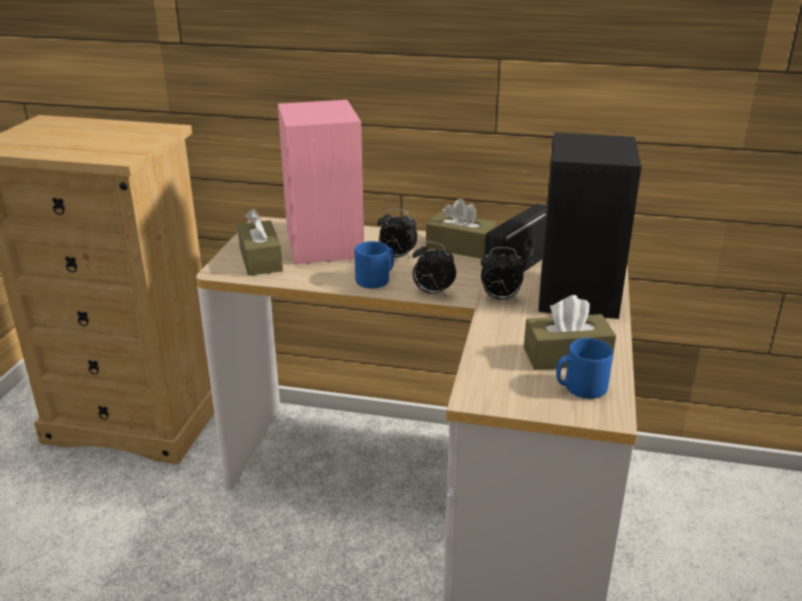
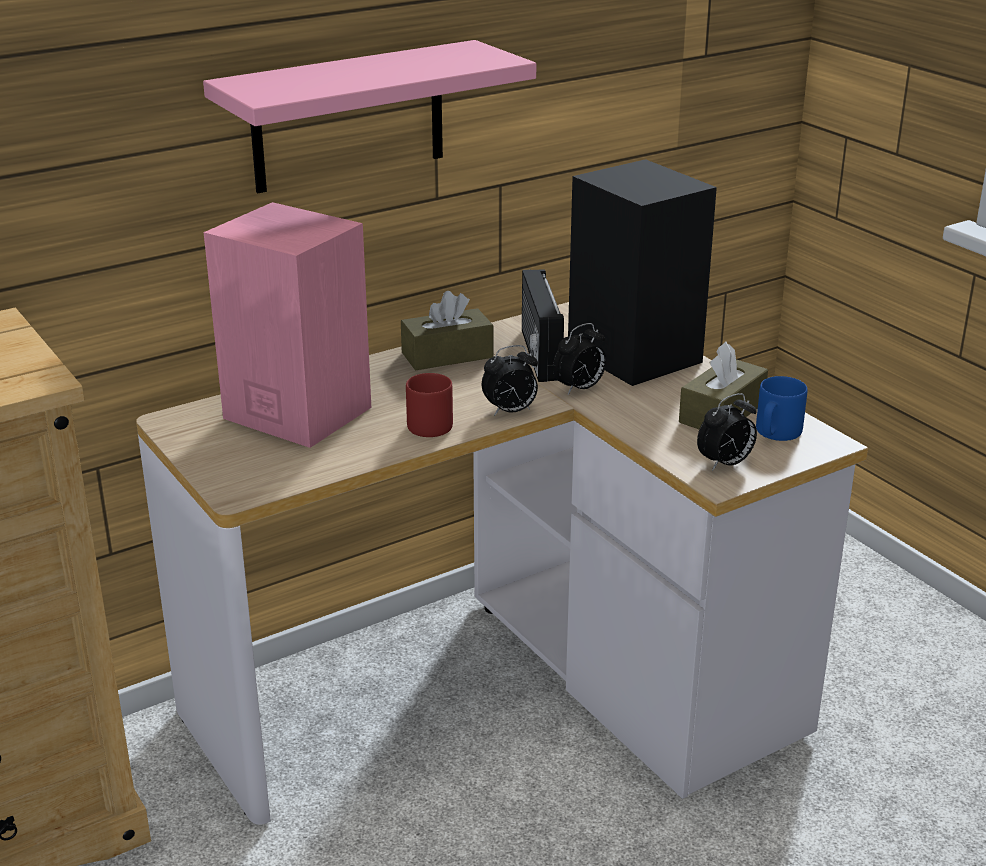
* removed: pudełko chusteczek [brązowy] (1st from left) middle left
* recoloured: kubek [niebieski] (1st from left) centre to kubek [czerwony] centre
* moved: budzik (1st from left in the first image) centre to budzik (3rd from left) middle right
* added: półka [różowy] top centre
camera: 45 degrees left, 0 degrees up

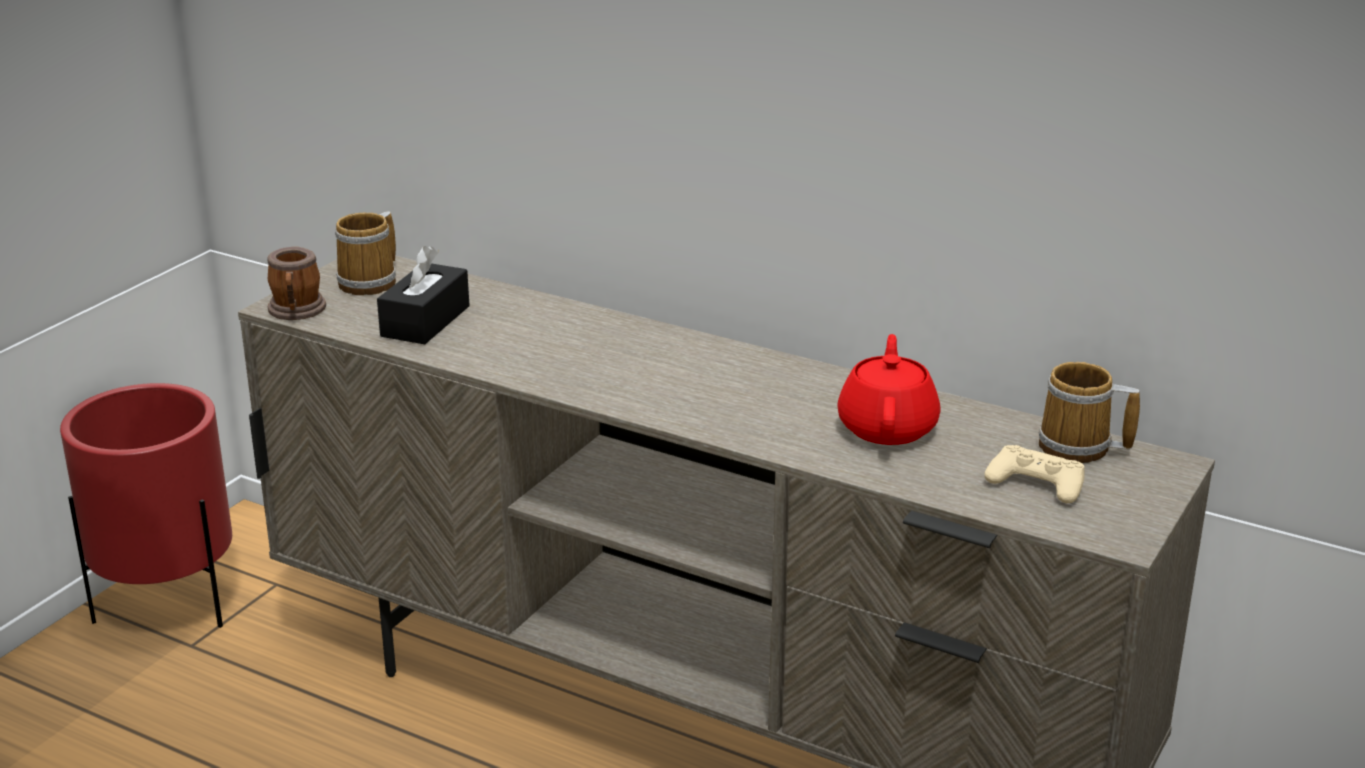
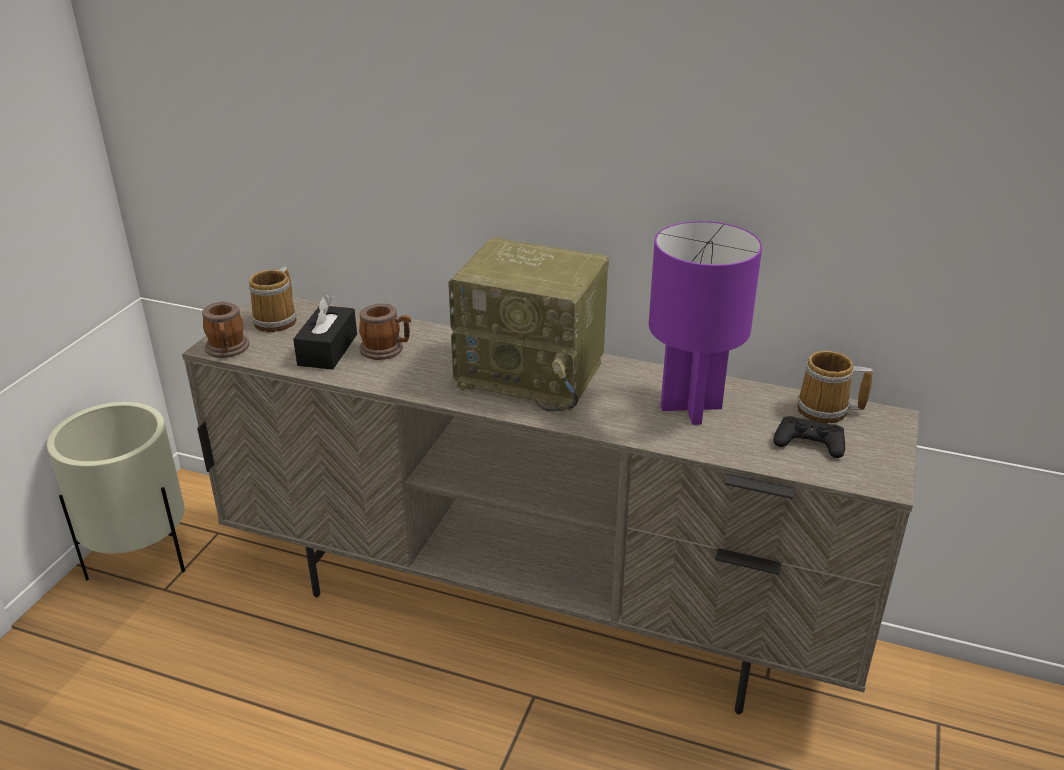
* recoloured: donica [czerwony] middle left to donica [beżowy] middle left
* replaced: imbryk [czerwony] centre to lampa stołowa [fioletowy] centre
* recoloured: pad do gier [beżowy] middle right to pad do gier [czarny] middle right
* added: kubek (3rd from left) centre
* added: radio centre
camera: 10 degrees left, 5 degrees up

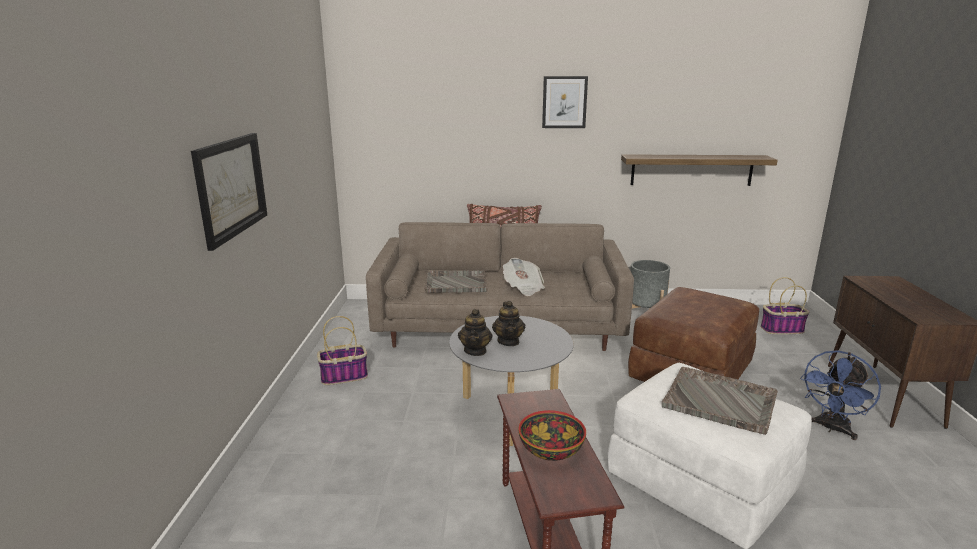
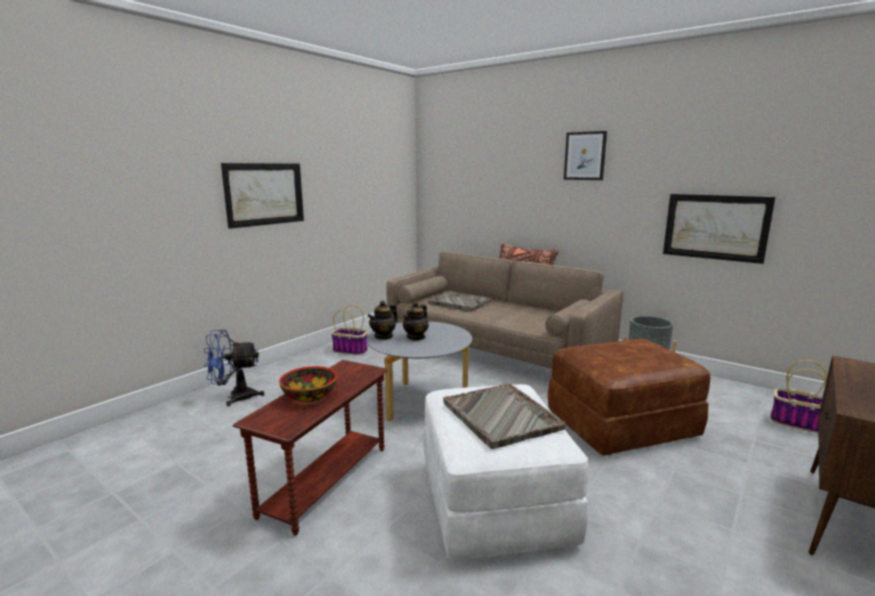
* removed: gazeta centre
* replaced: półka top right to obraz (3rd from left) middle right
* moved: wentylator [niebieski] bottom right to middle left
camera: 35 degrees right, 5 degrees down

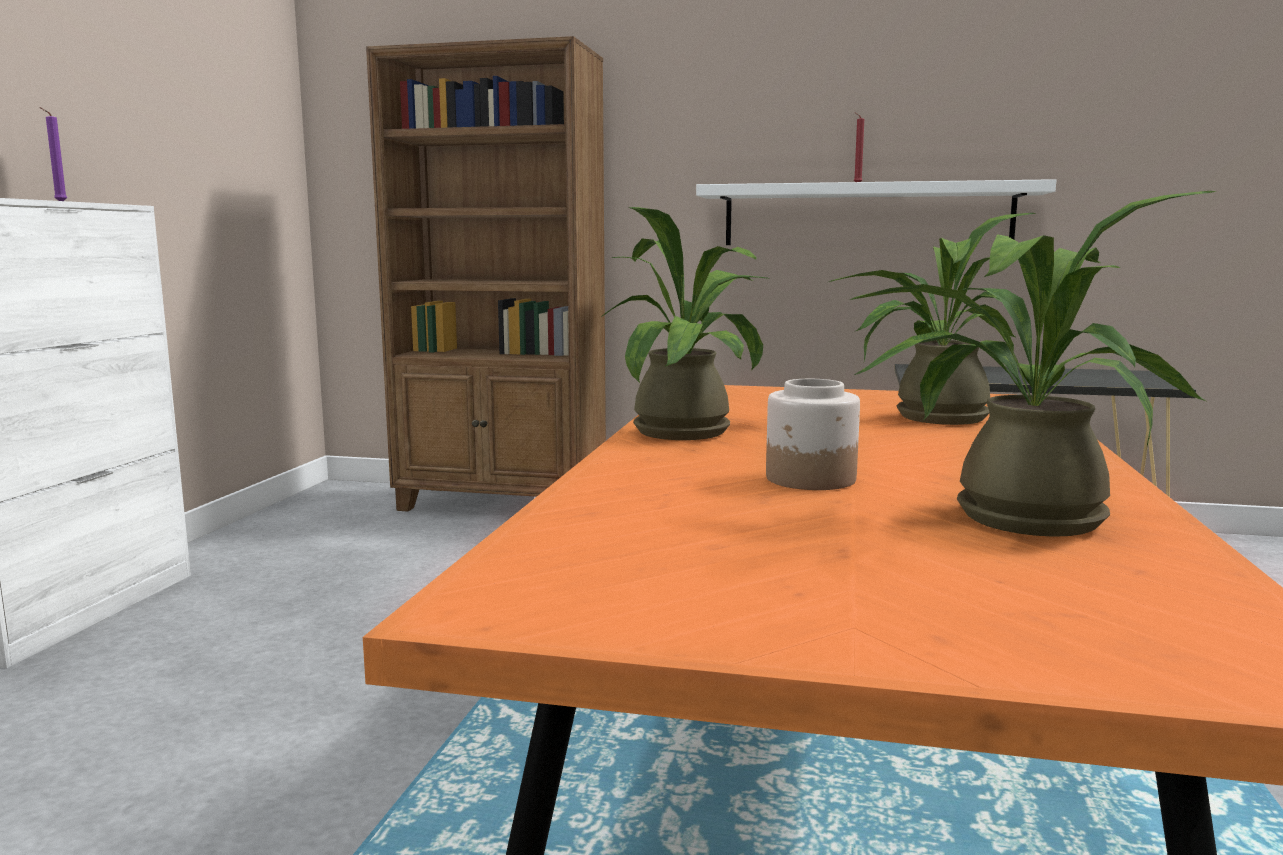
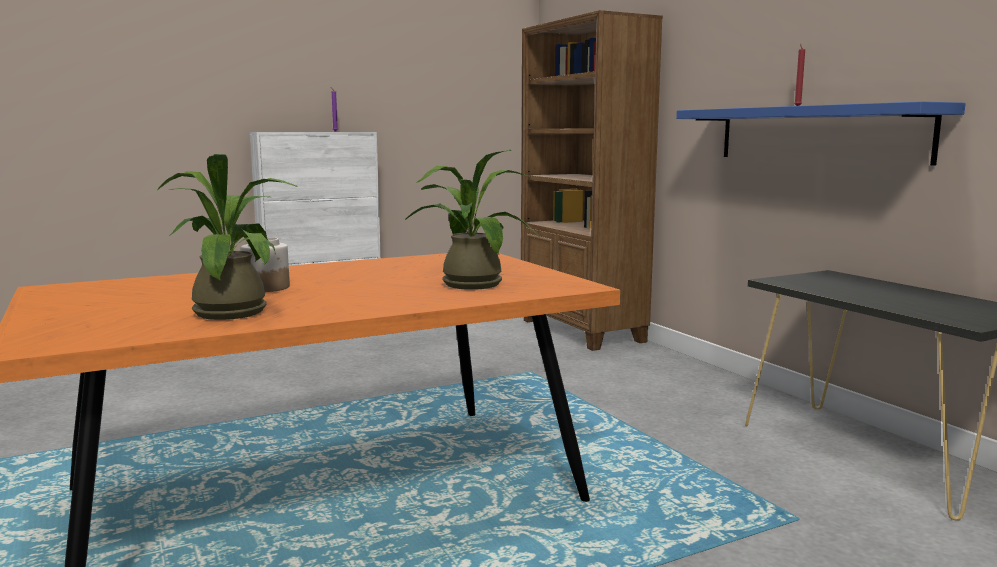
* removed: roślina doniczkowa (1st from left) centre
* recoloured: półka [biały] top right to półka [niebieski] top right
camera: 50 degrees right, 0 degrees up

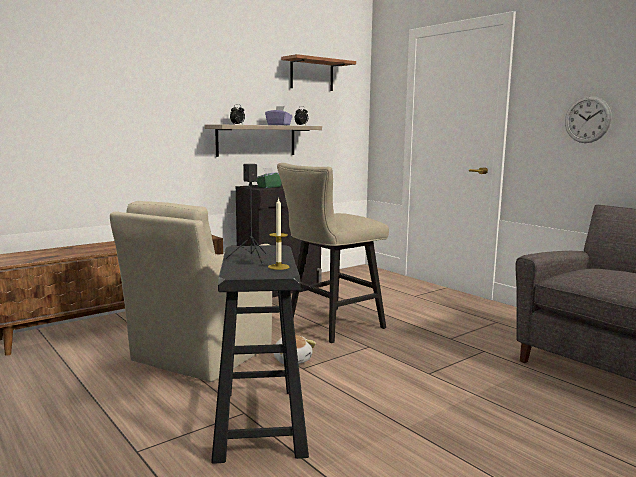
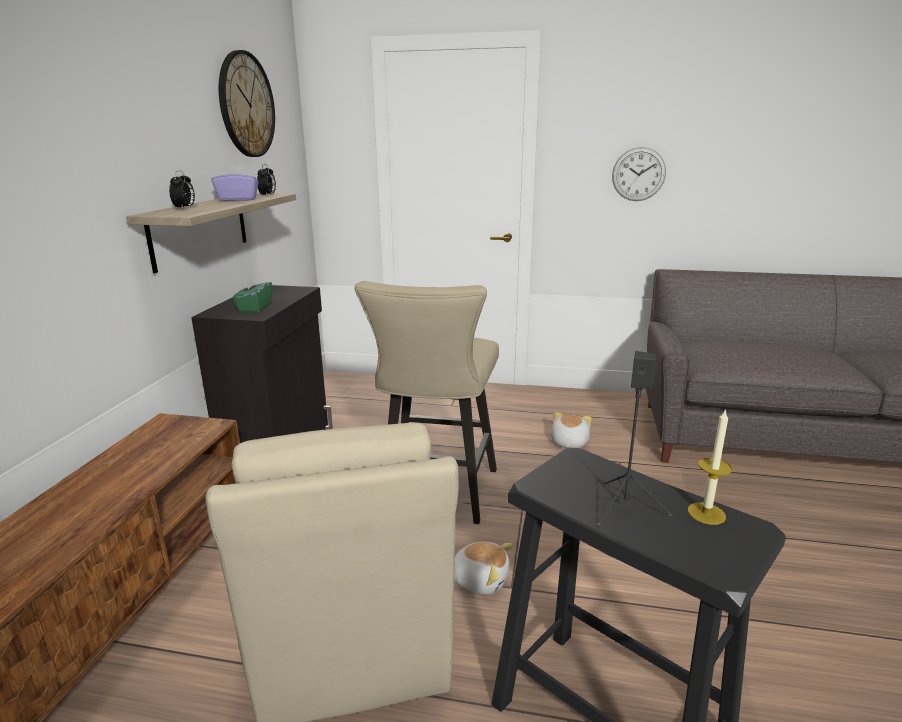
* replaced: półka (2nd from left) top centre to zegar ścienny (1st from left) top left
* added: pluszak (2nd from left) centre
camera: 40 degrees left, 10 degrees up

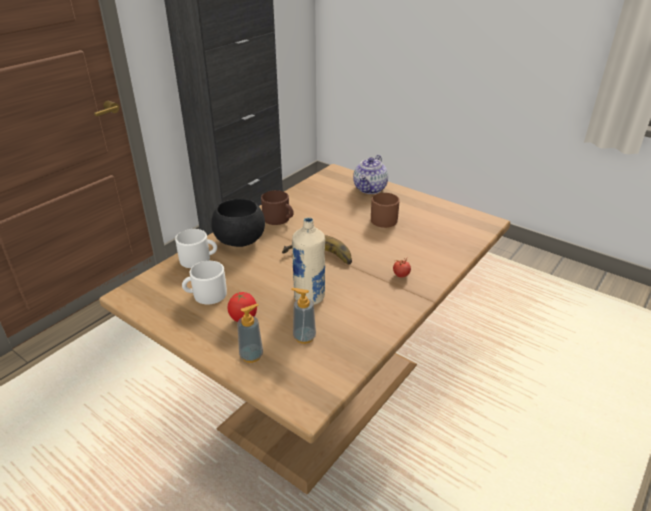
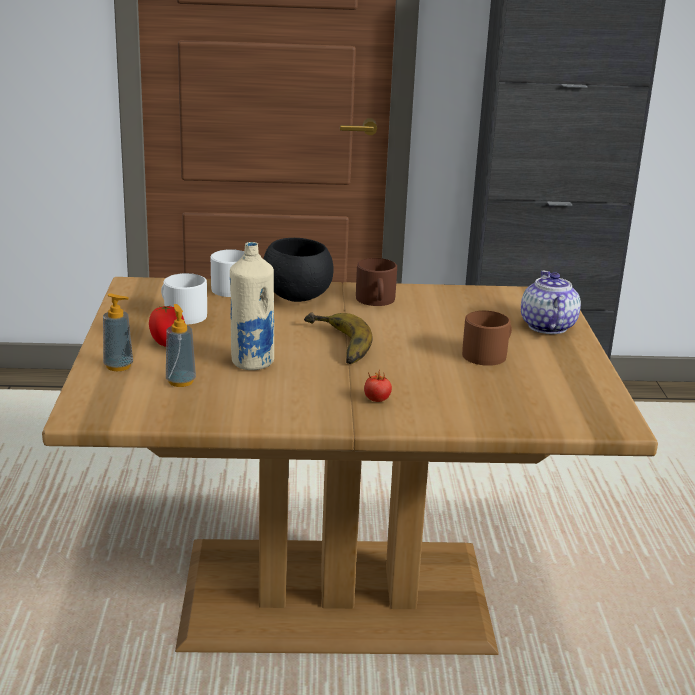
* turned: imbryk centre = middle right 105 degrees clockwise
camera: 50 degrees right, 10 degrees down

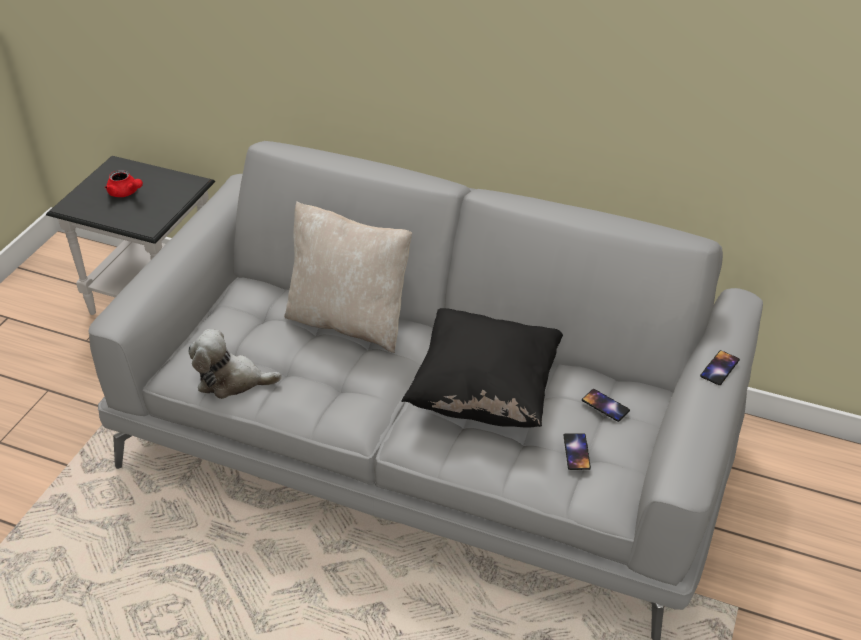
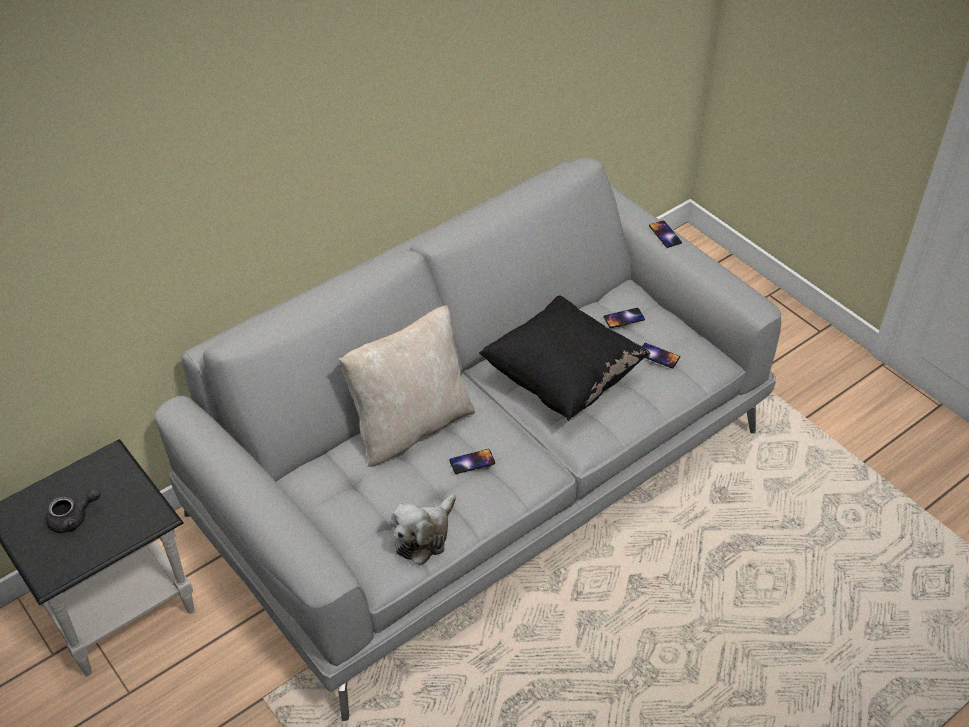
* recoloured: imbryk [czerwony] top left to imbryk [szary] bottom left
* added: telefon (1st from left) centre
camera: 60 degrees left, 5 degrees up

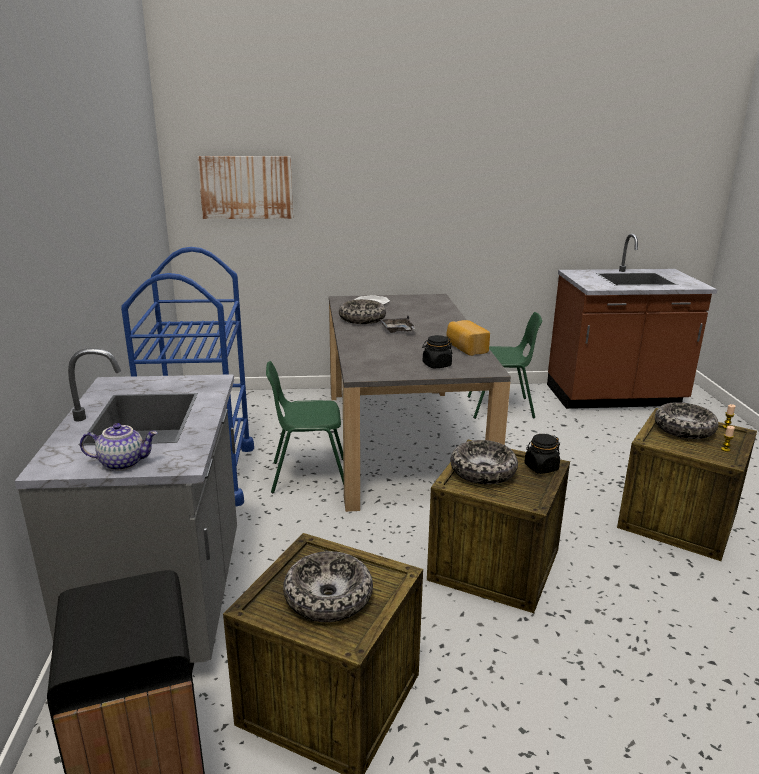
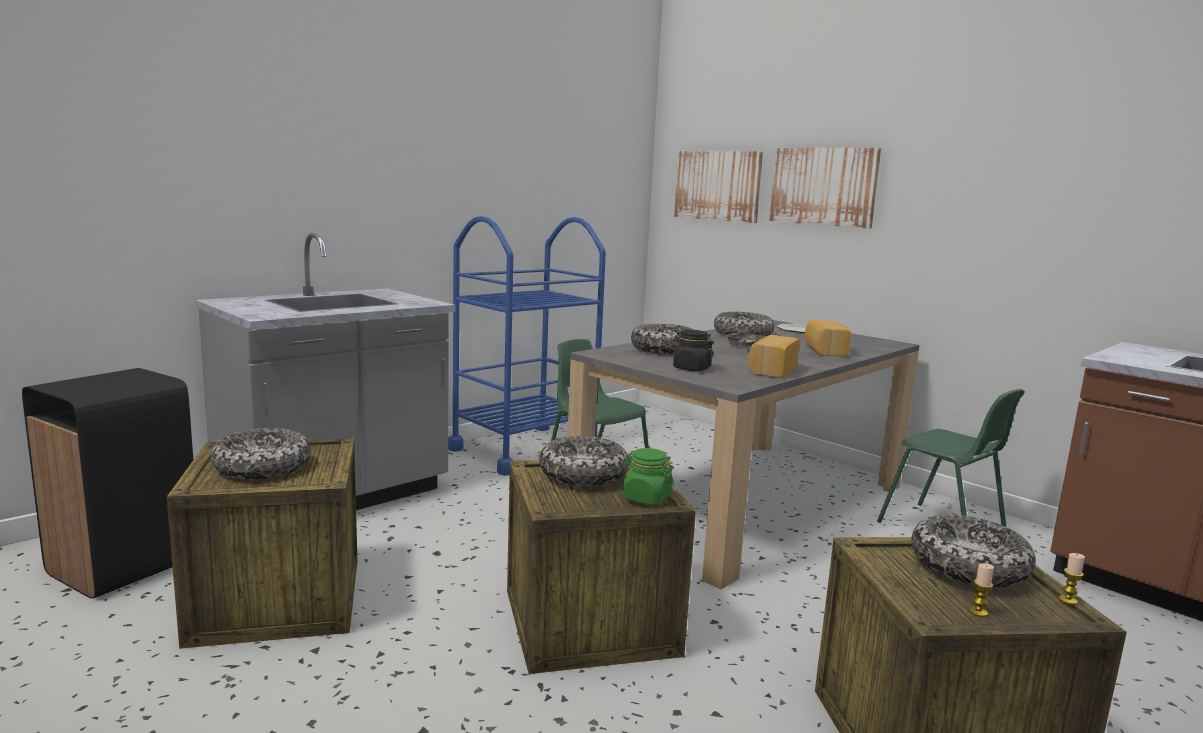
* removed: imbryk middle left
* recoloured: słoik [czarny] (2nd from left) middle right to słoik [zielony] centre
* added: miska (3rd from left) centre
* added: obraz (2nd from left) top right
* added: chleb (2nd from left) middle right
camera: 50 degrees right, 10 degrees down

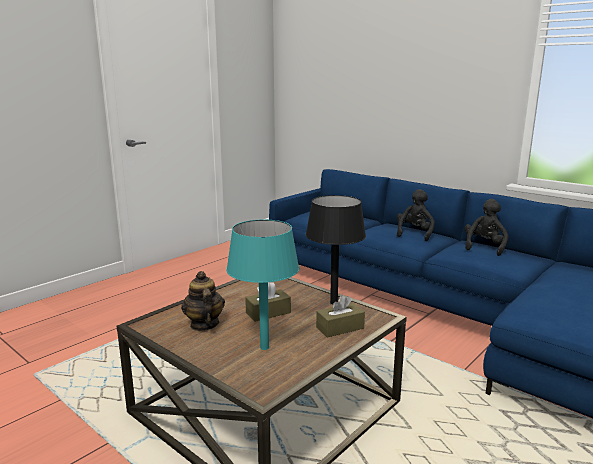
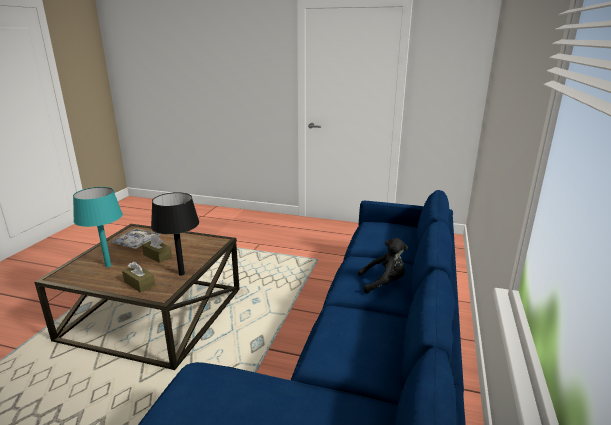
* replaced: imbryk centre to taca middle left
* removed: pluszak [czarny] (2nd from left) middle right
camera: 65 degrees right, 5 degrees up

